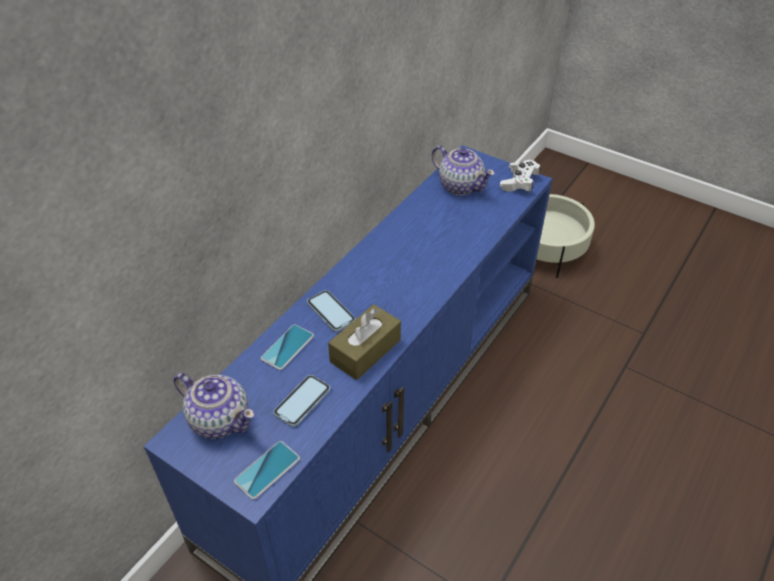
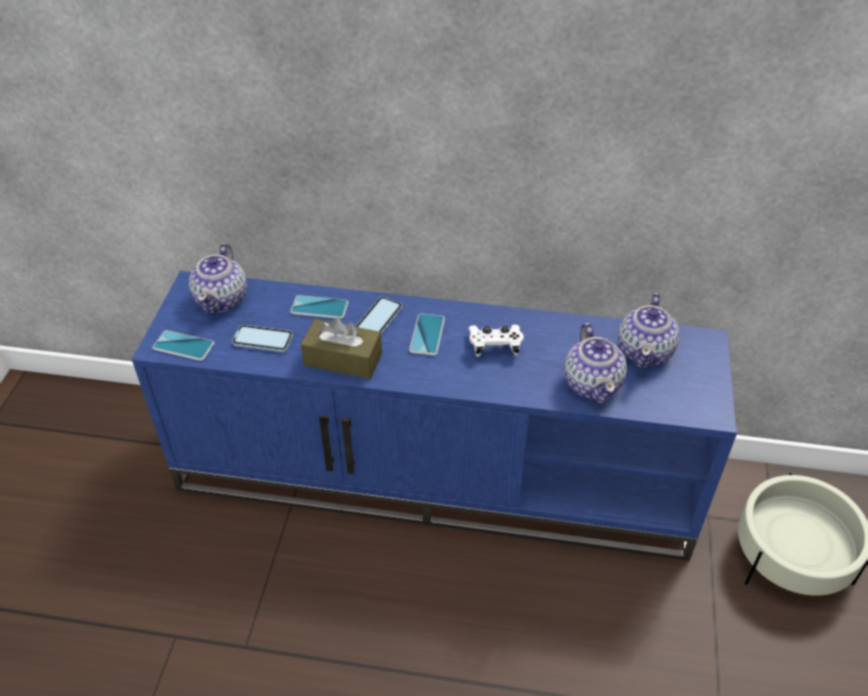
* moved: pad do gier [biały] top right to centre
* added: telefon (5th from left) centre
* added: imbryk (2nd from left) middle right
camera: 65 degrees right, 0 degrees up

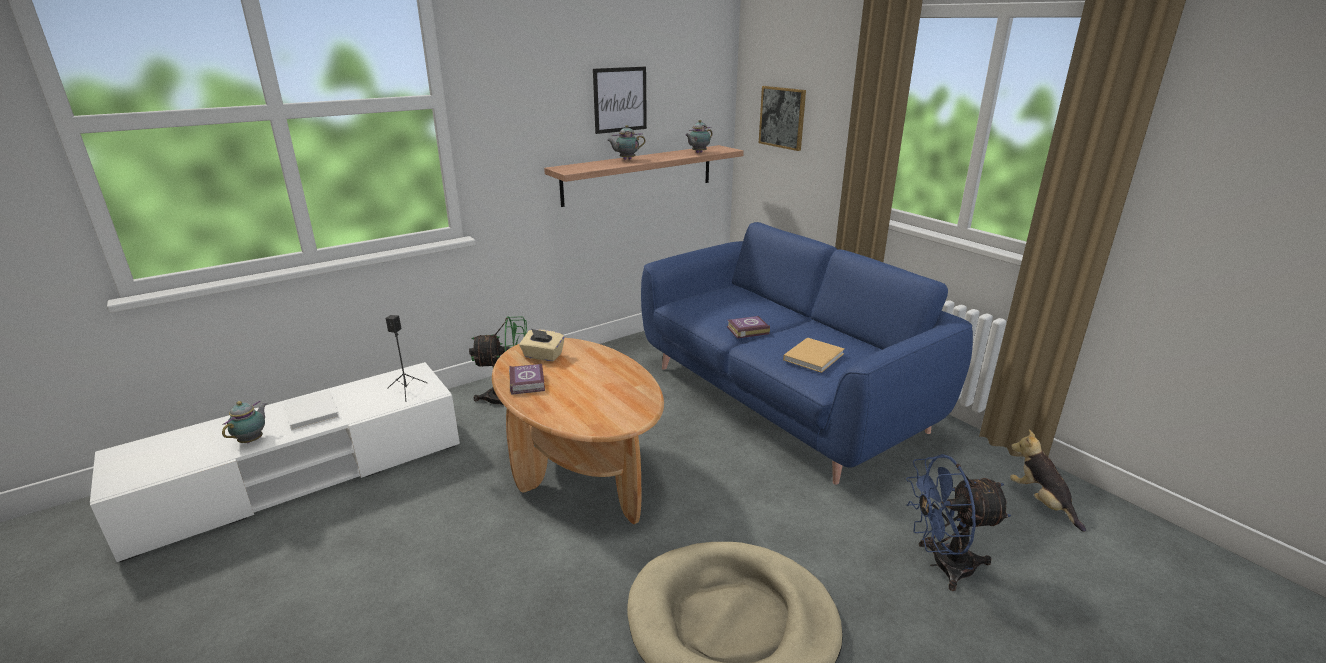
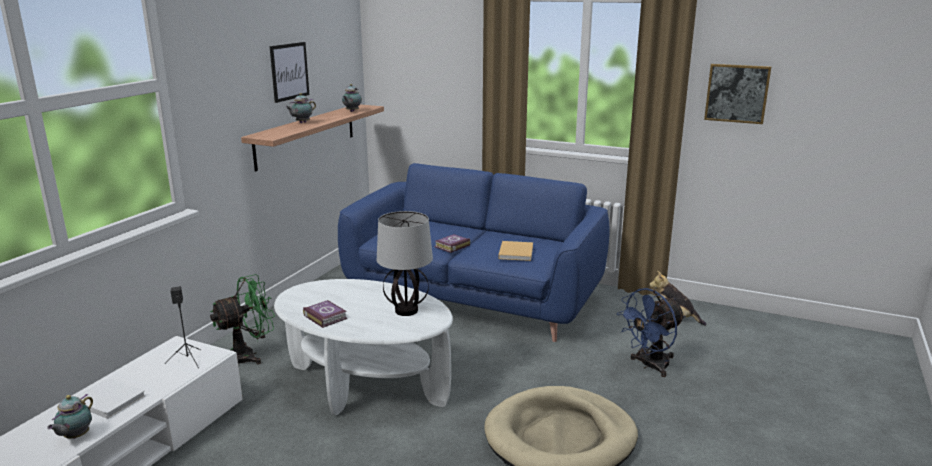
* turned: imbryk (1st from left) middle left = bottom left 150 degrees counterclockwise
* recoloured: ława [brązowy] centre to ława [biały] bottom centre
* removed: pudełko chusteczek [beżowy] centre
* moved: obraz (2nd from left) top centre to top right
* added: lampa stołowa centre
camera: 30 degrees left, 5 degrees down

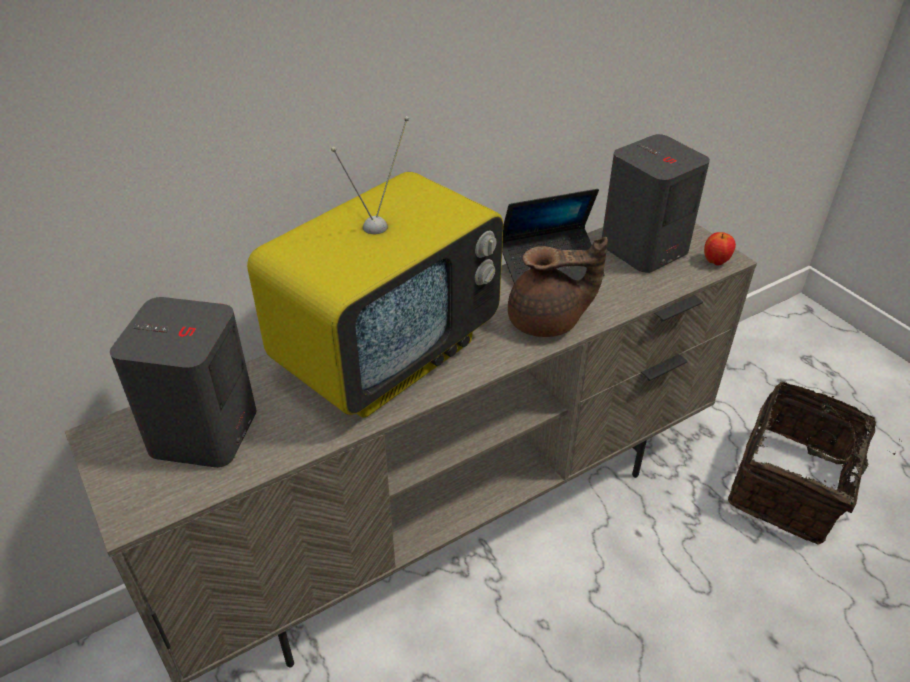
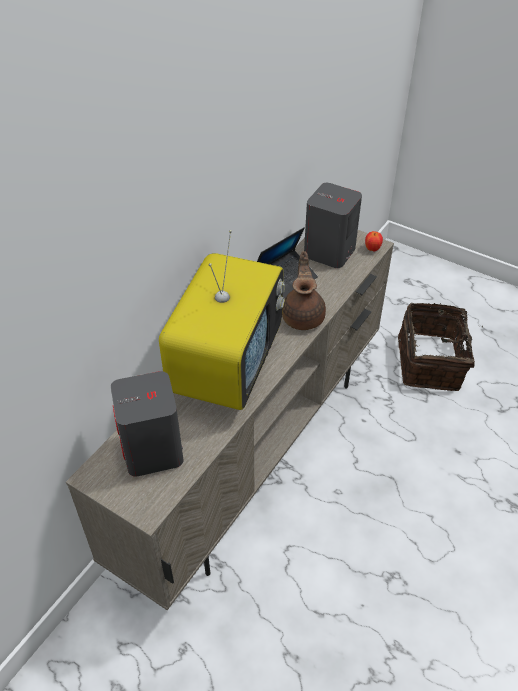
* turned: imbryk [brązowy] centre = centre 60 degrees counterclockwise
camera: 25 degrees left, 5 degrees up

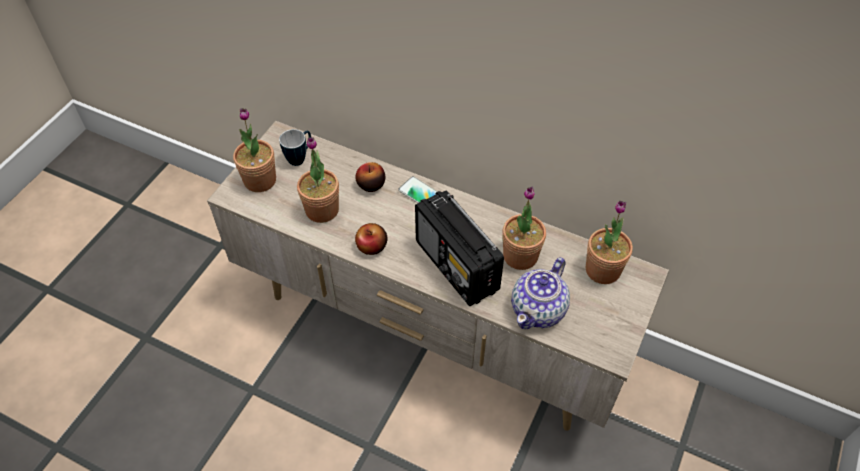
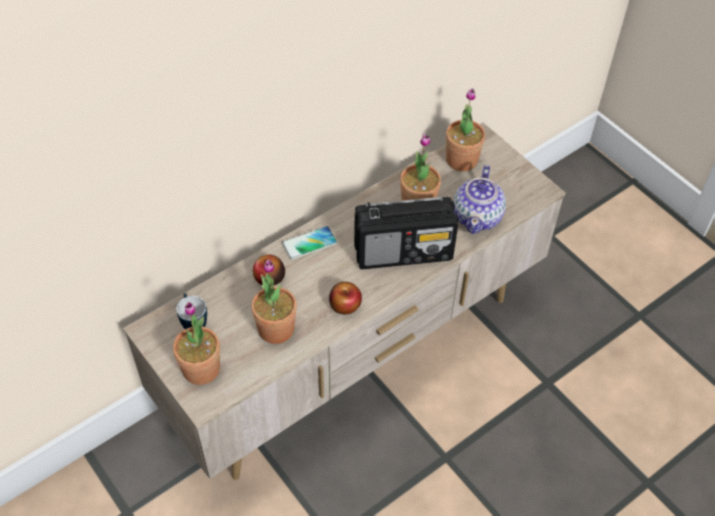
* turned: imbryk centre = middle right 45 degrees clockwise
camera: 65 degrees left, 0 degrees up

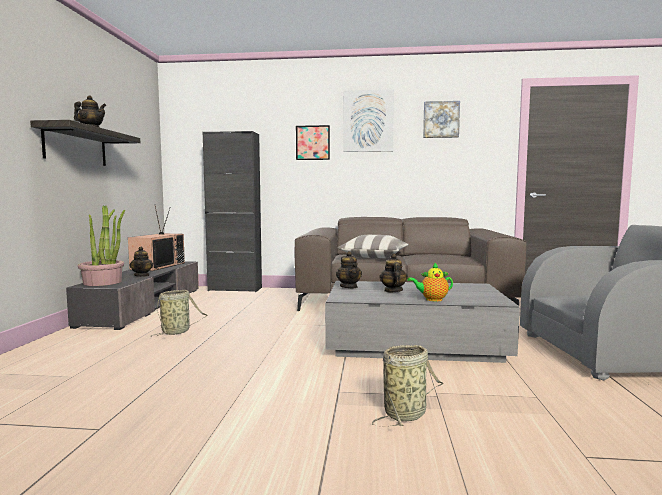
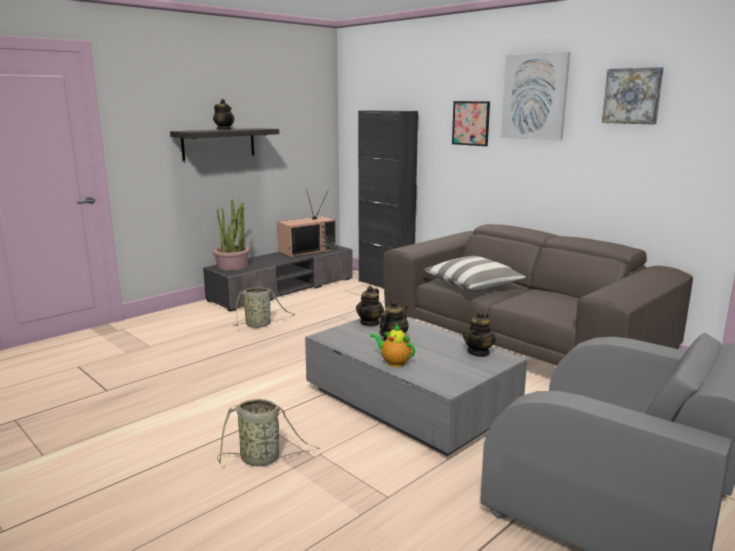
* moved: imbryk (2nd from left in the first image) middle left to imbryk (5th from left) centre
camera: 40 degrees right, 10 degrees up

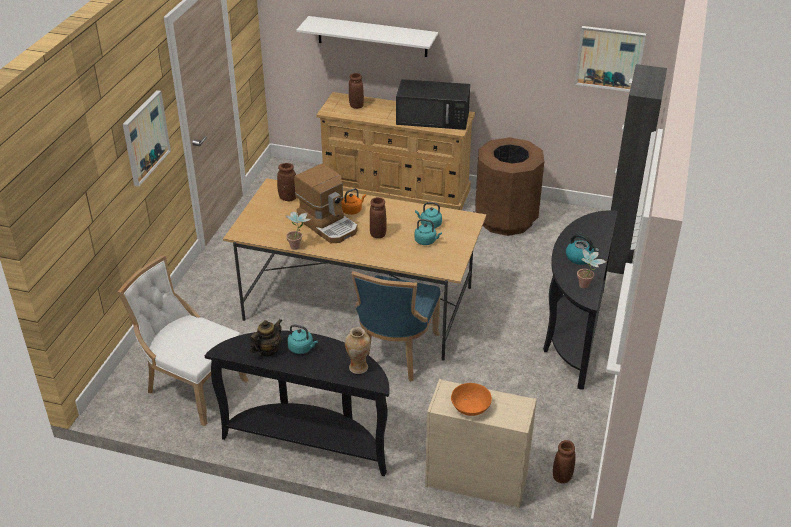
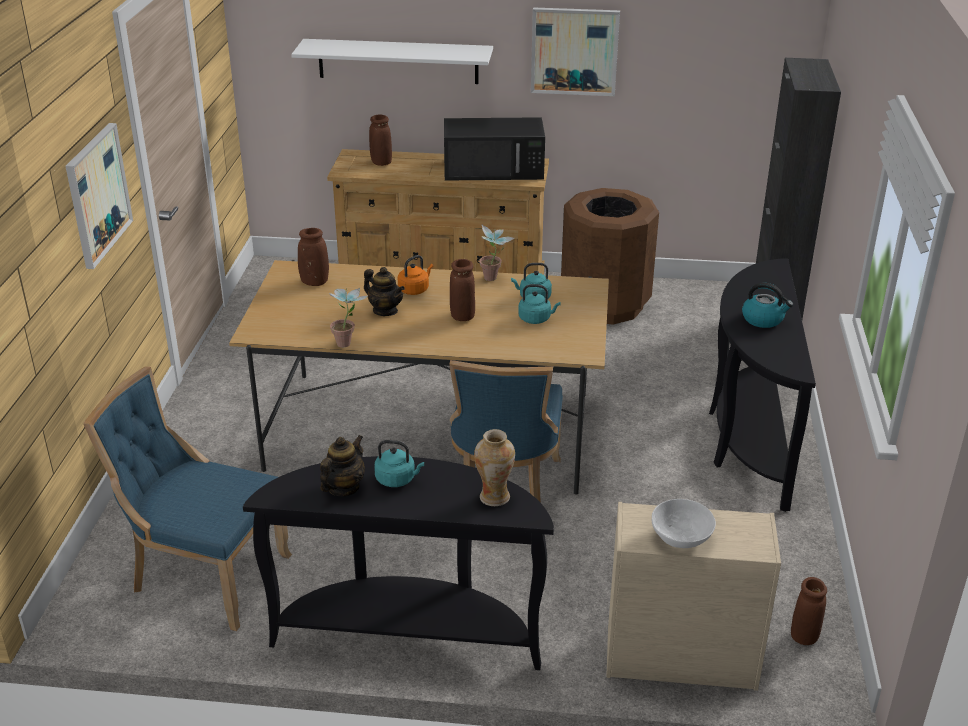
* recoloured: krzesło [biały] middle left to krzesło [niebieski] (1st from left) bottom left
* replaced: ekspres do kawy centre to imbryk (2nd from left) centre
* recoloured: miska [pomarańczowy] bottom centre to miska [biały] bottom right
* moved: obraz (2nd from left) top right to top centre
* moved: roślina doniczkowa (2nd from left) middle right to centre
camera: 10 degrees left, 5 degrees down

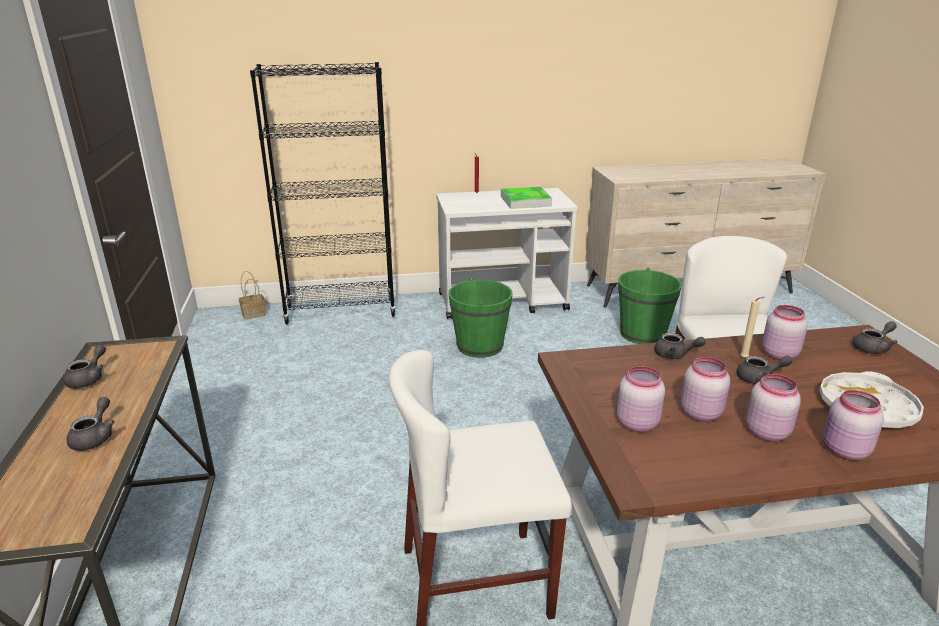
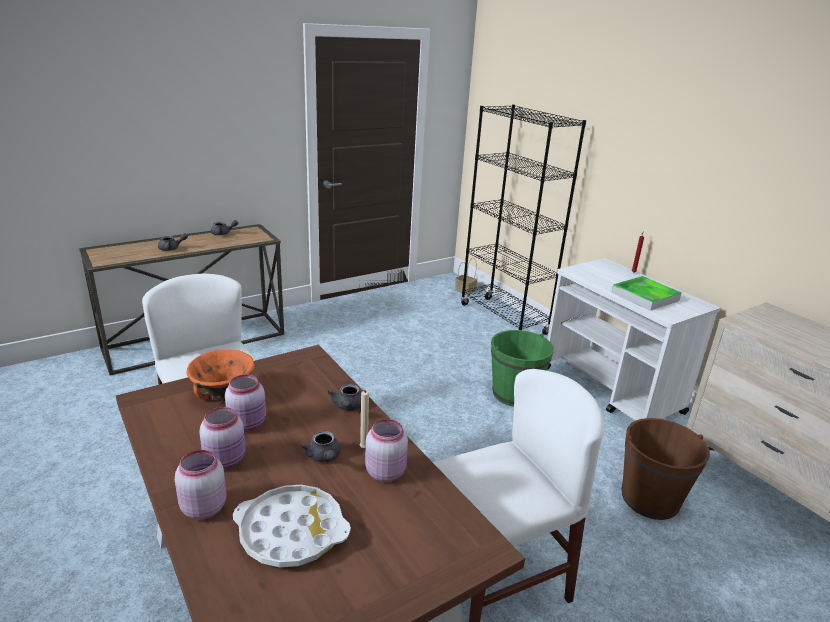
* replaced: słoik [różowy] (1st from left) middle right to miska [pomarańczowy] middle left
* recoloured: wiadro [zielony] (2nd from left) middle right to wiadro [brązowy] bottom right
* removed: imbryk [szary] (5th from left) middle right
camera: 65 degrees right, 0 degrees up

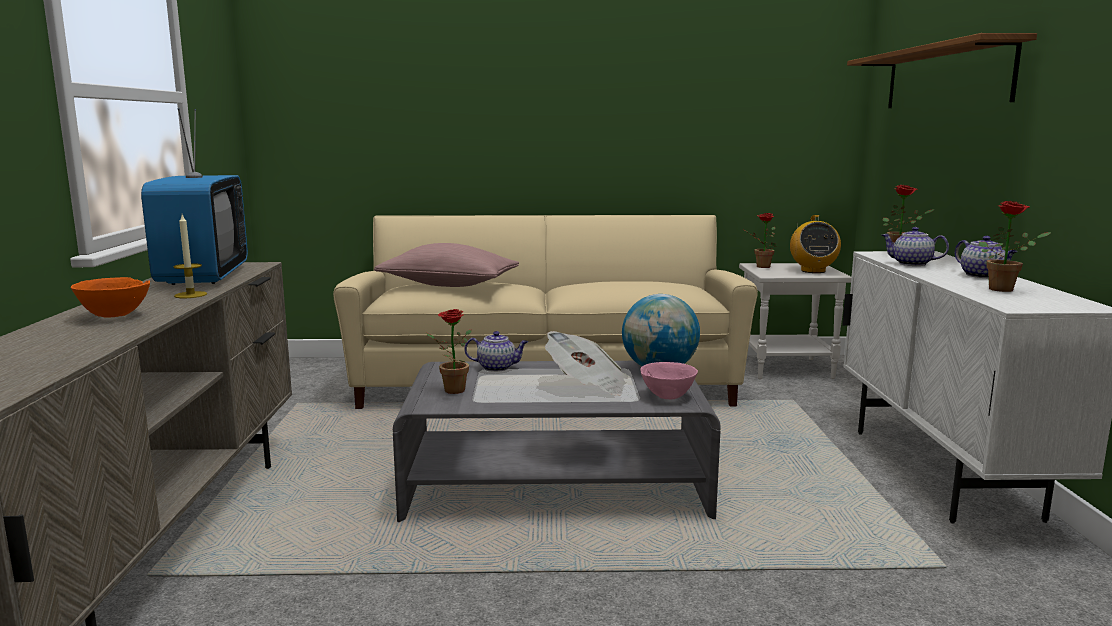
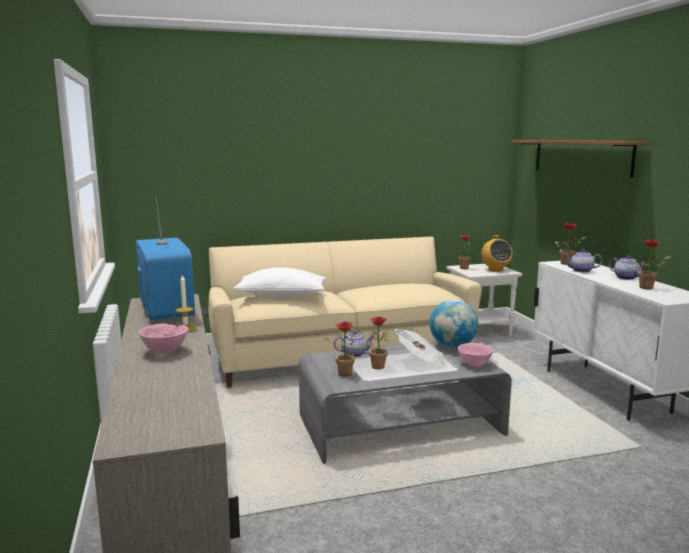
* recoloured: miska [pomarańczowy] middle left to miska [różowy] (1st from left) middle left
* recoloured: poduszka [różowy] centre to poduszka [biały] centre
* added: roślina doniczkowa (2nd from left) centre
camera: 15 degrees left, 0 degrees up

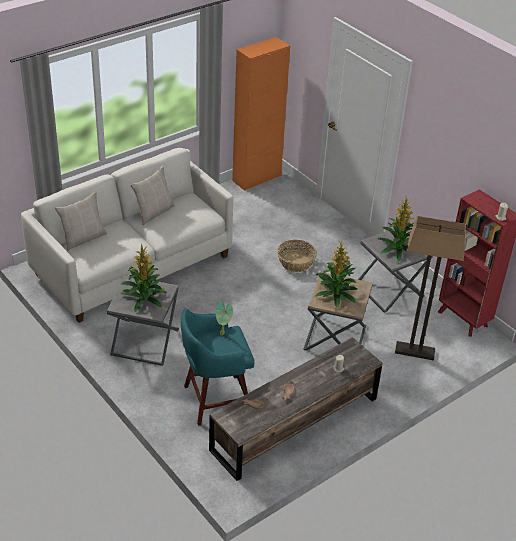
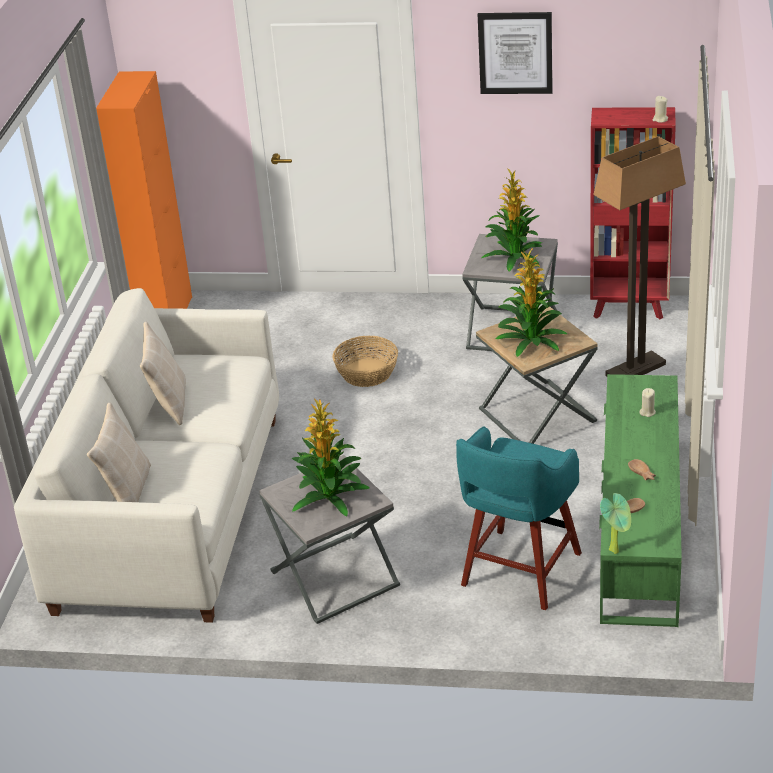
* recoloured: szafka pod telewizor [brązowy] bottom centre to szafka pod telewizor [zielony] middle right
* moved: roślina doniczkowa (2nd from left in the first image) centre to roślina doniczkowa (4th from left) bottom right
* added: obraz top centre
camera: 40 degrees left, 5 degrees down

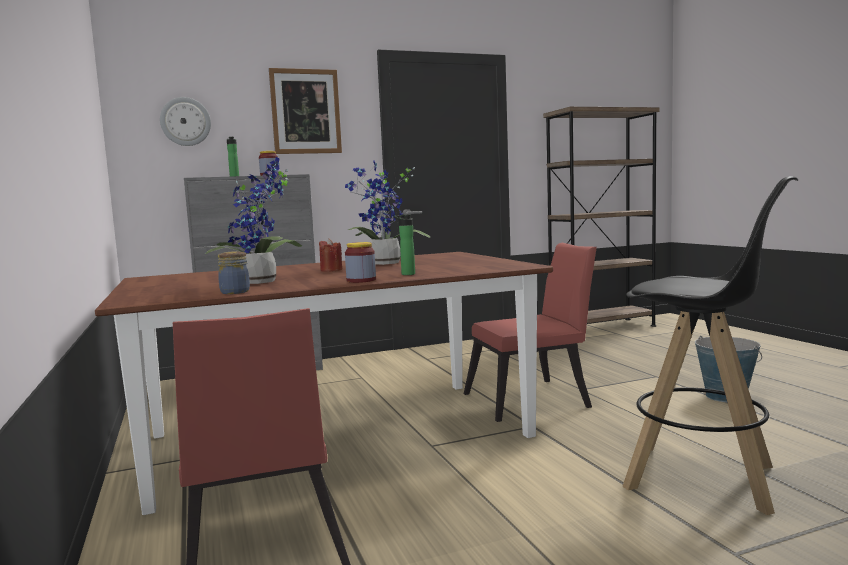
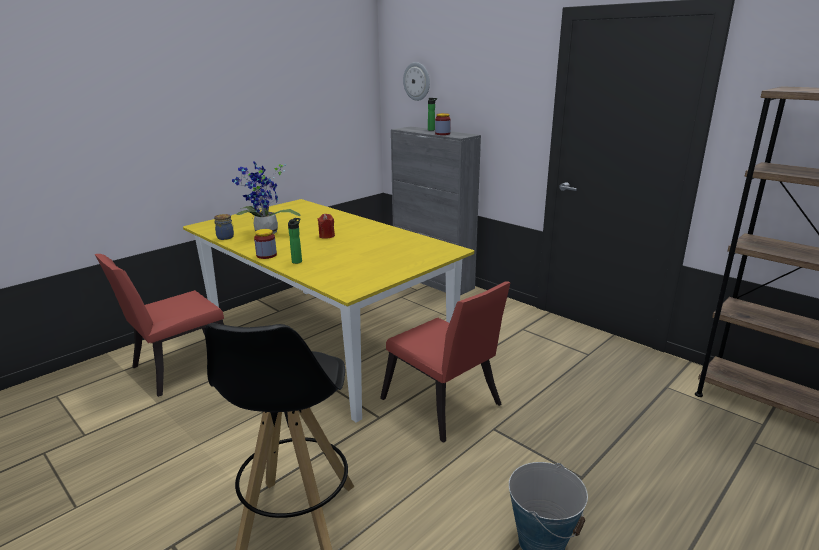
* recoloured: stół jadalny [brązowy] bottom centre to stół jadalny [żółty] centre
* removed: obraz top centre
* removed: roślina doniczkowa (2nd from left) centre
camera: 65 degrees right, 15 degrees up

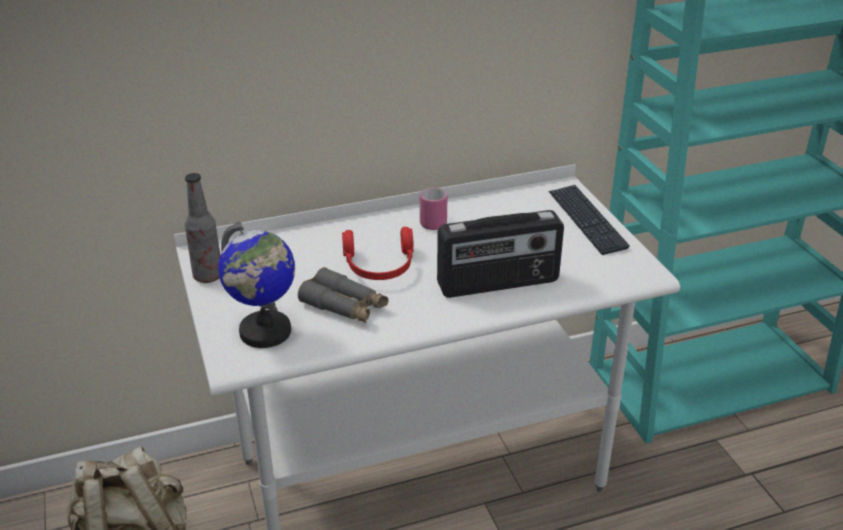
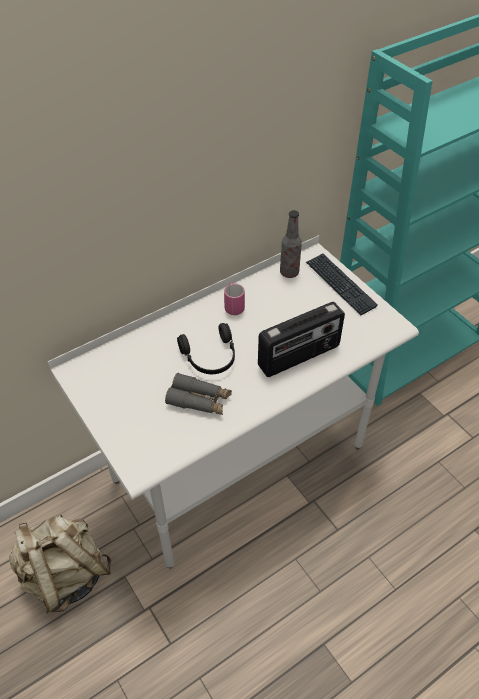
* moved: butelka middle left to centre
* removed: globus middle left
* recoloured: słuchawki [czerwony] centre to słuchawki [czarny] centre
camera: 15 degrees left, 15 degrees up

